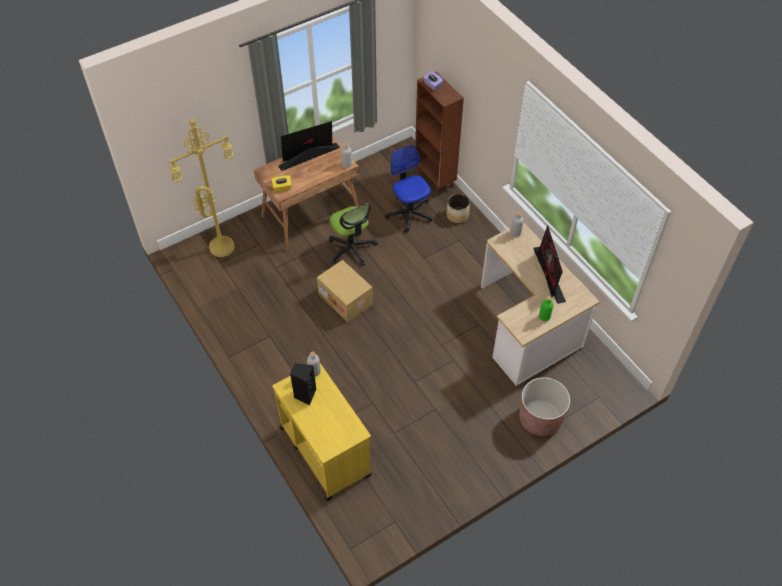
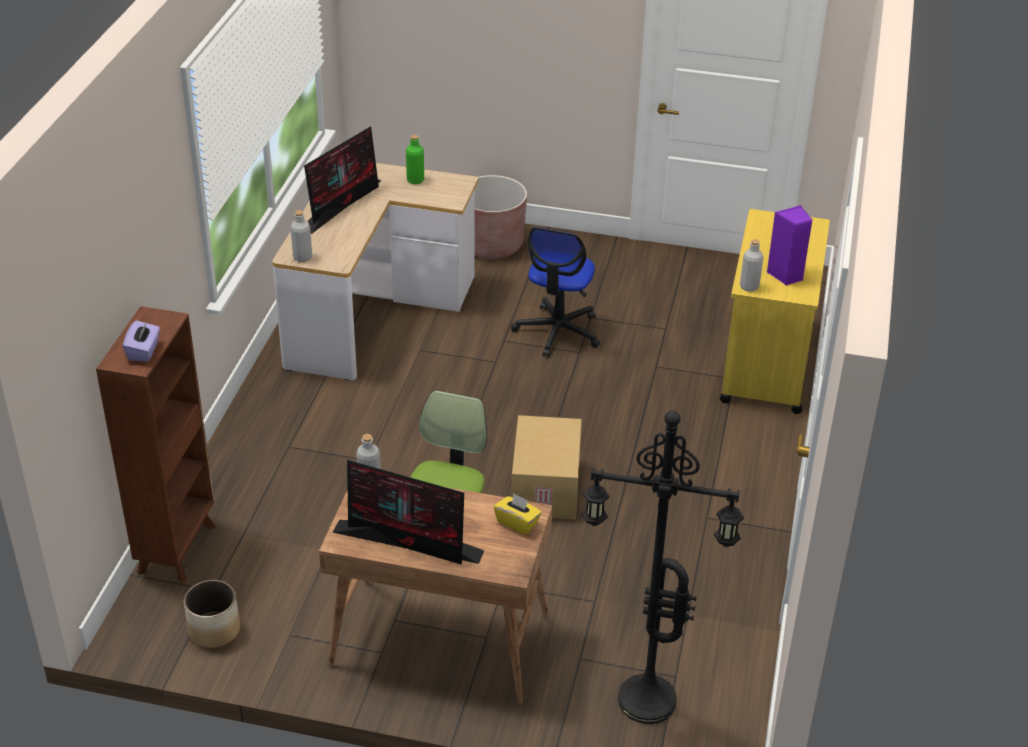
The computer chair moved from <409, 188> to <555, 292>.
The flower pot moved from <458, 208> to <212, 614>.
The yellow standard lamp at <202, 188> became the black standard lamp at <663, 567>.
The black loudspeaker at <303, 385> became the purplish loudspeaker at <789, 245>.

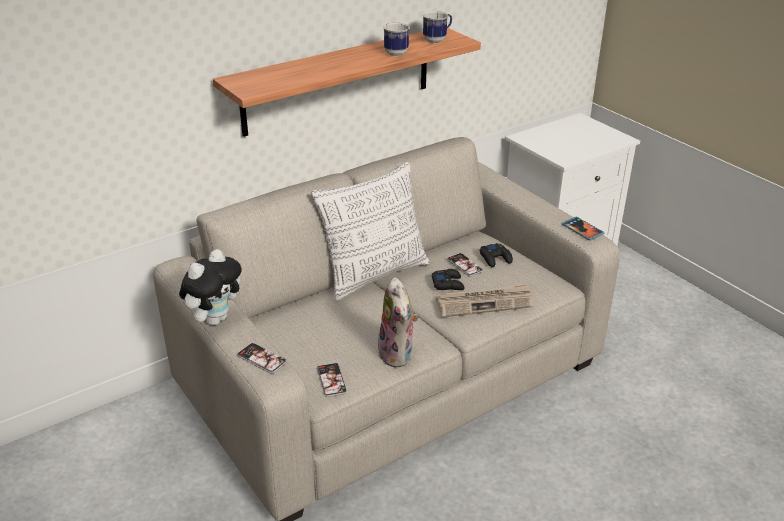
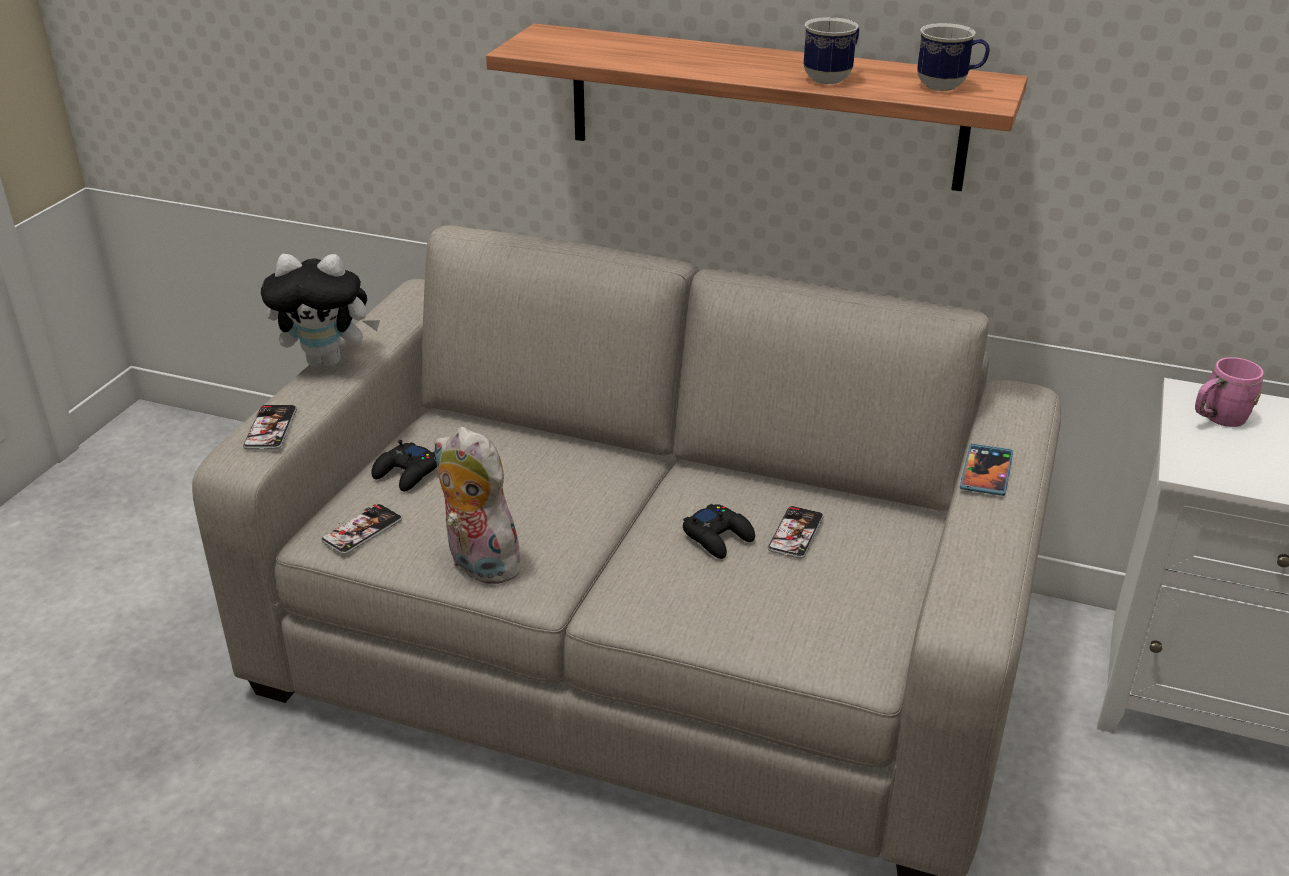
The throw pillow at <370, 232> disappeared.
The daily paper at <484, 300> disappeared.
The pink-coloured tea mug at <1229, 392> appeared.
The black game controller moved from <496, 255> to <404, 465>.
The phone moved from <583, 229> to <986, 470>.
The plush toy at <398, 322> turned 90 degrees clockwise.

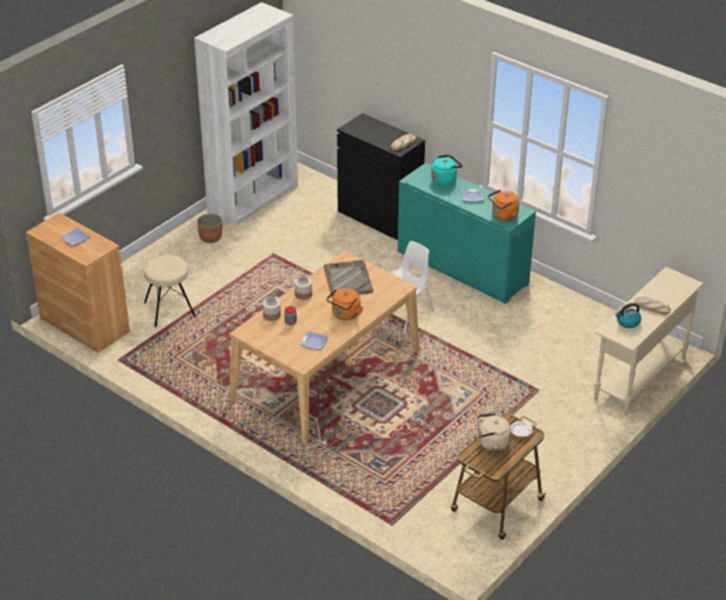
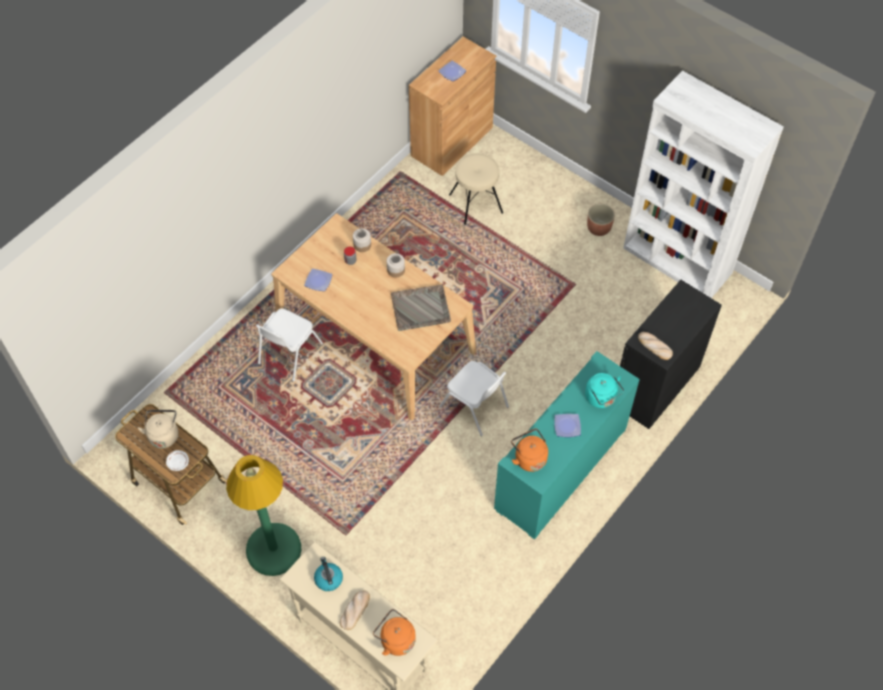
The green-coloured standard lamp at <263, 515> appeared.
The white-coloured plain chair at <289, 345> appeared.
The orangey tea kettle moved from <345, 304> to <394, 632>.

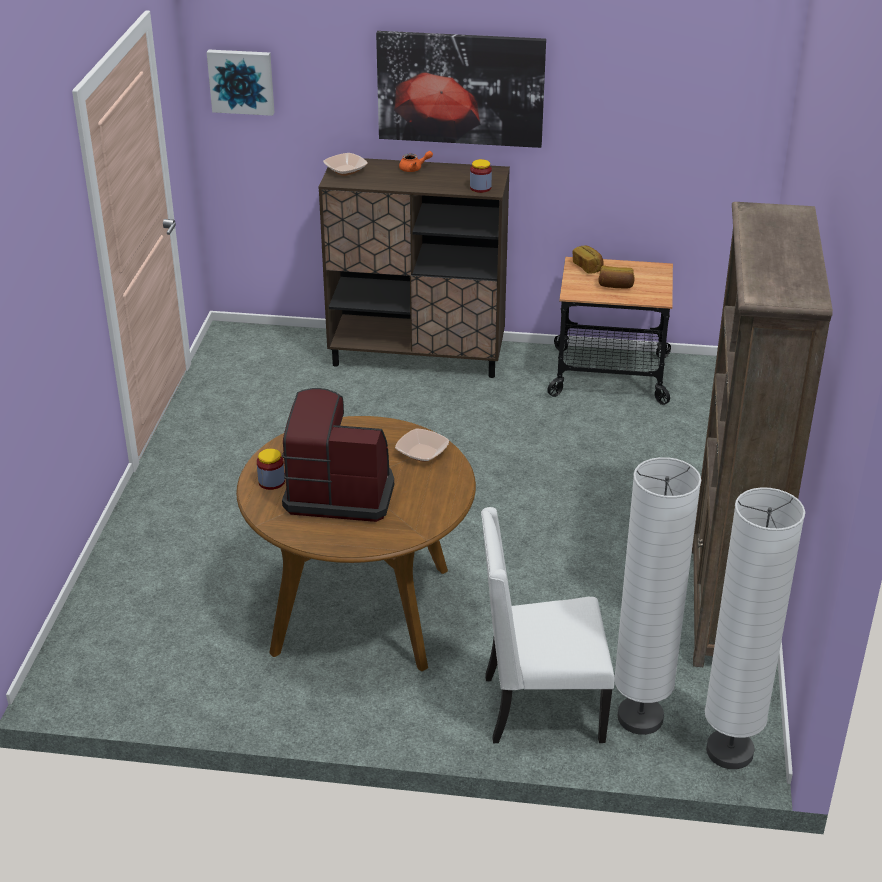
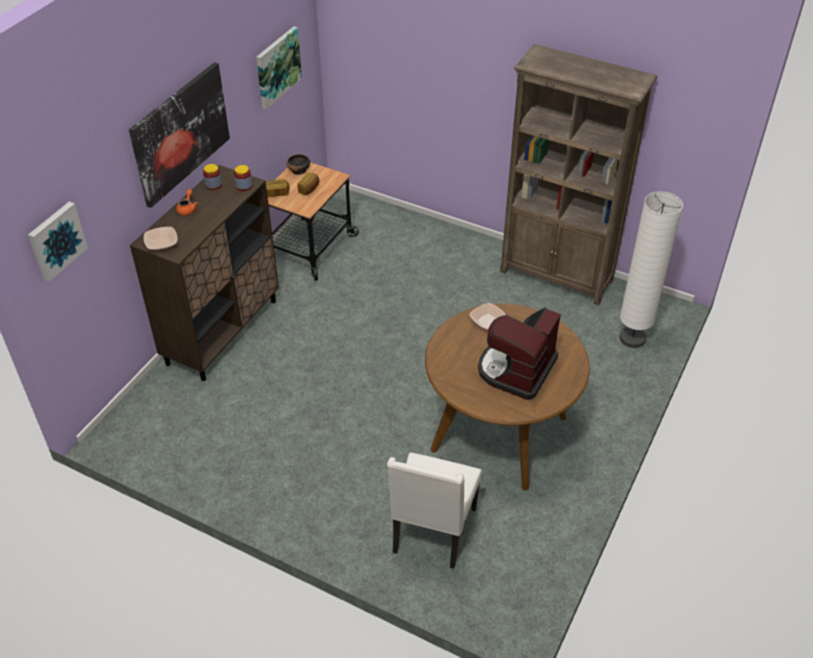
The white-coloured standard lamp at <754, 628> disappeared.
The wall picture at <279, 68> appeared.
The bowl at <298, 164> appeared.
The jar moved from <271, 469> to <212, 177>.
The white-coloured plain chair moved from <548, 625> to <434, 510>.

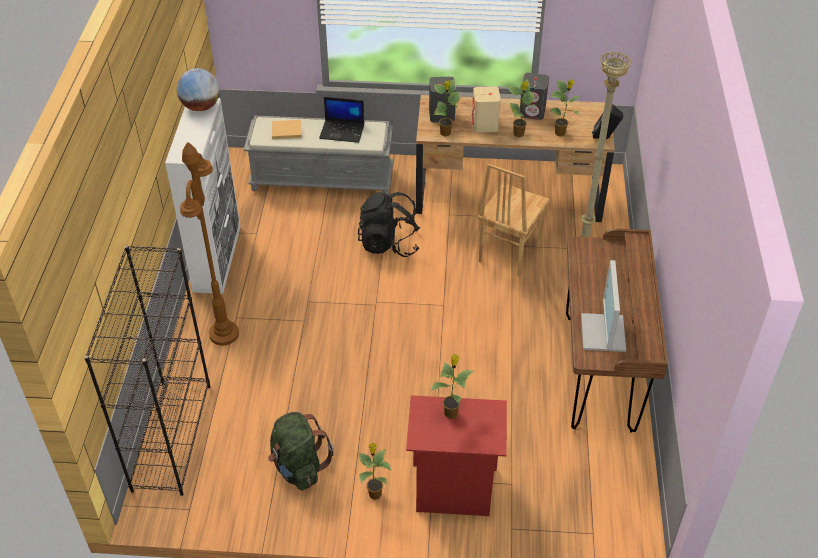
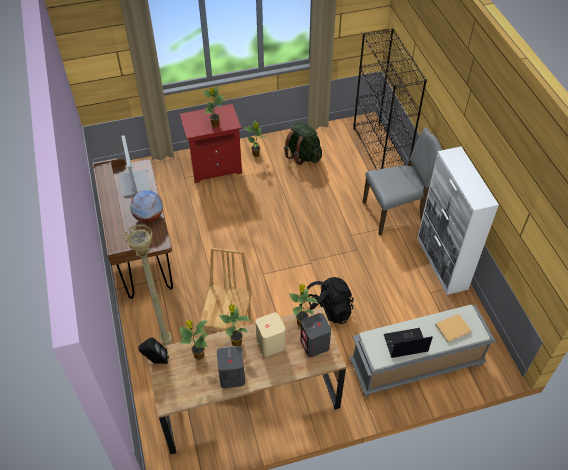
The desk globe moved from <198, 89> to <146, 206>.
The brownish standard lamp at <209, 244> was replaced by the greyish plain chair at <402, 181>.

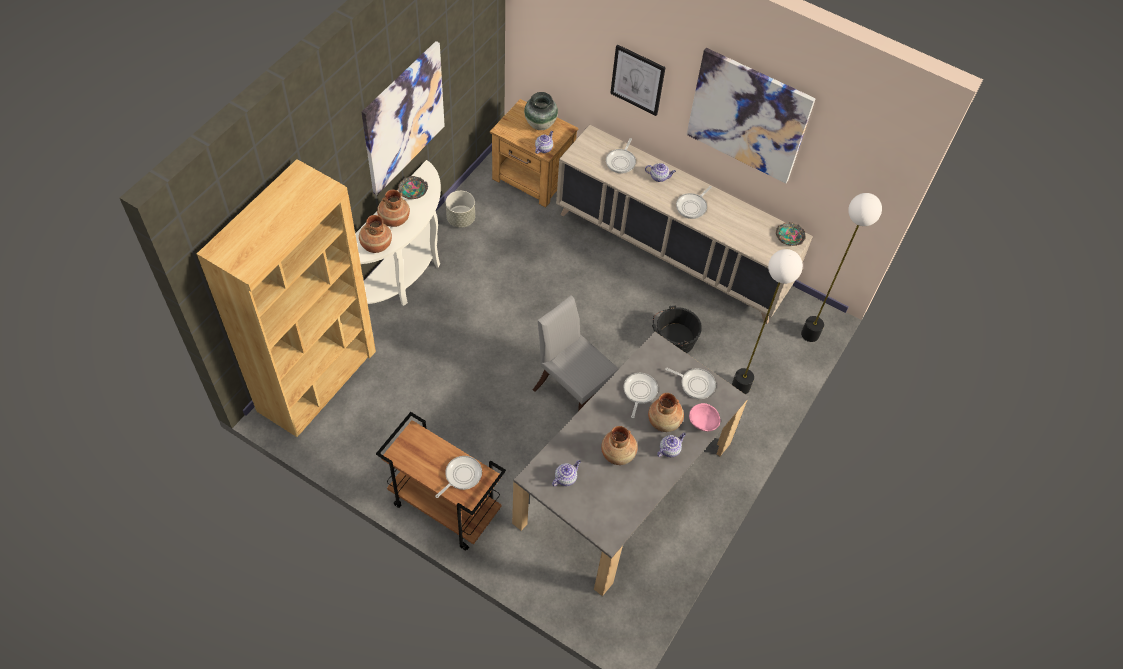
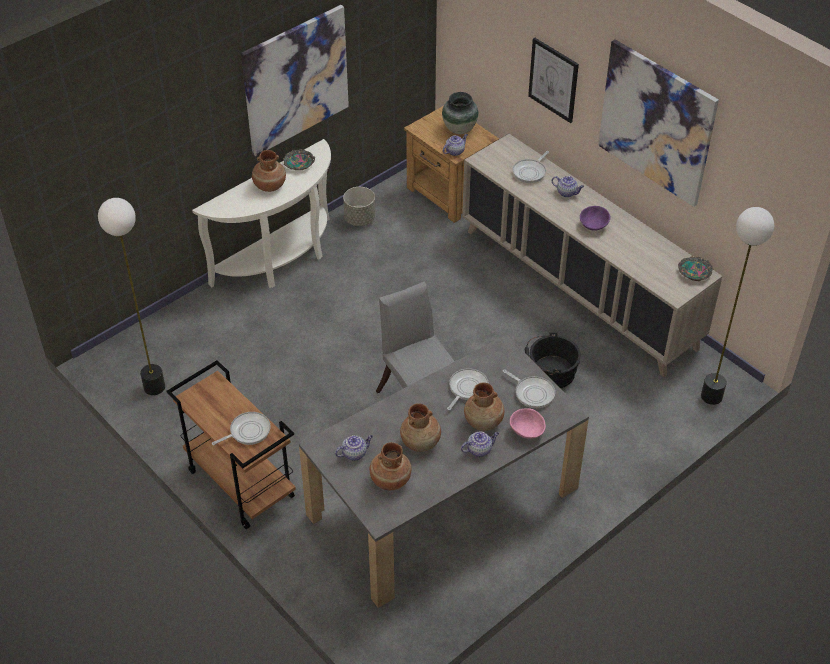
The brownish bookcase at <286, 298> disappeared.
The brownish vase moved from <375, 234> to <390, 466>.
The standard lamp moved from <767, 321> to <131, 296>.
The pan at <694, 202> was replaced by the purplish bowl at <595, 218>.

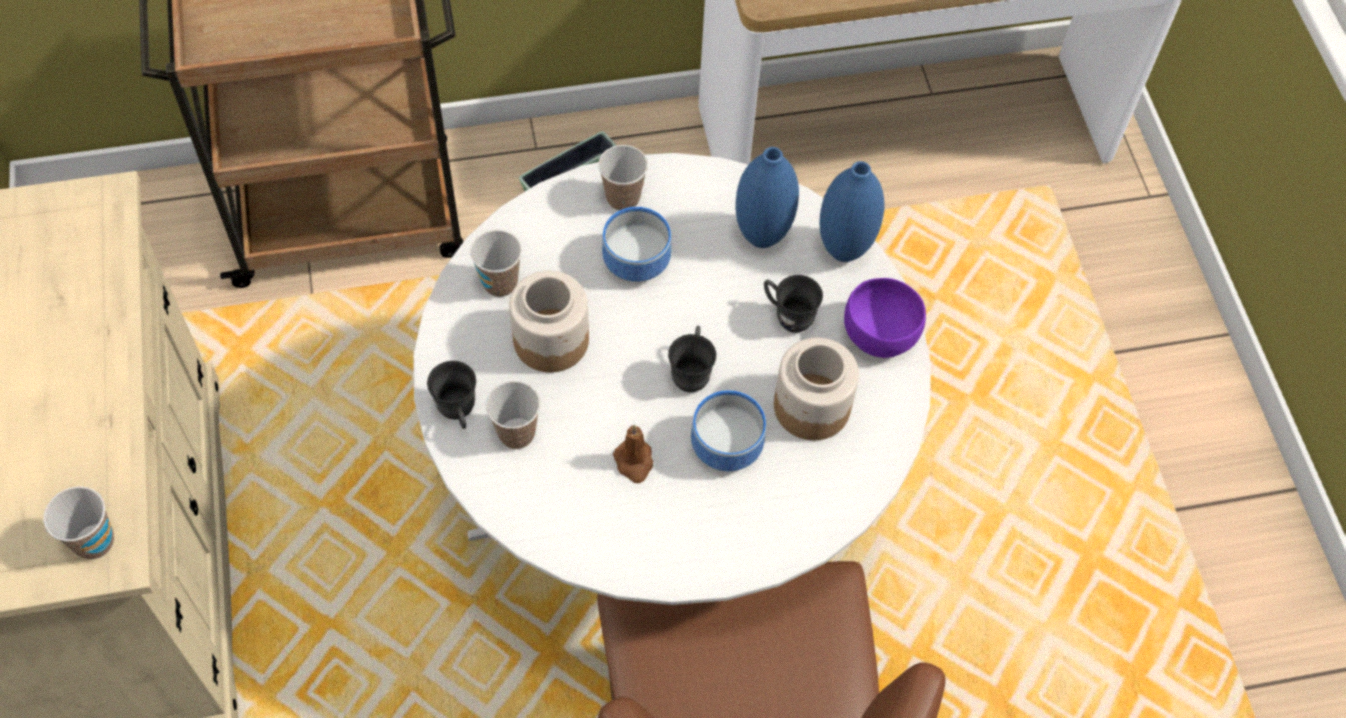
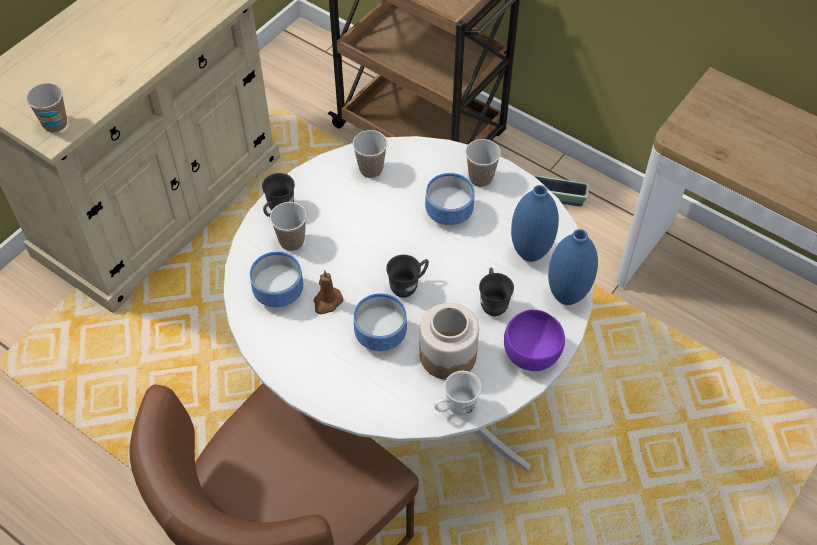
The jar at <549, 322> disappeared.
The bowl at <276, 279> appeared.
The white-coloured tea mug at <458, 393> appeared.

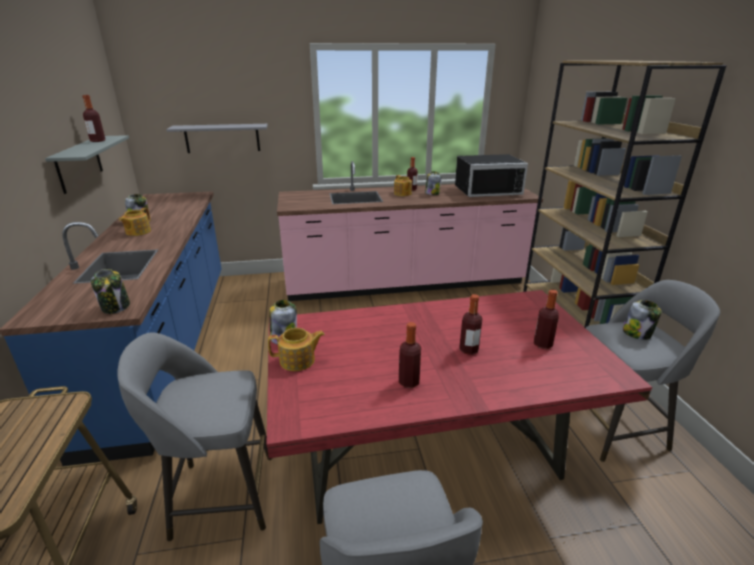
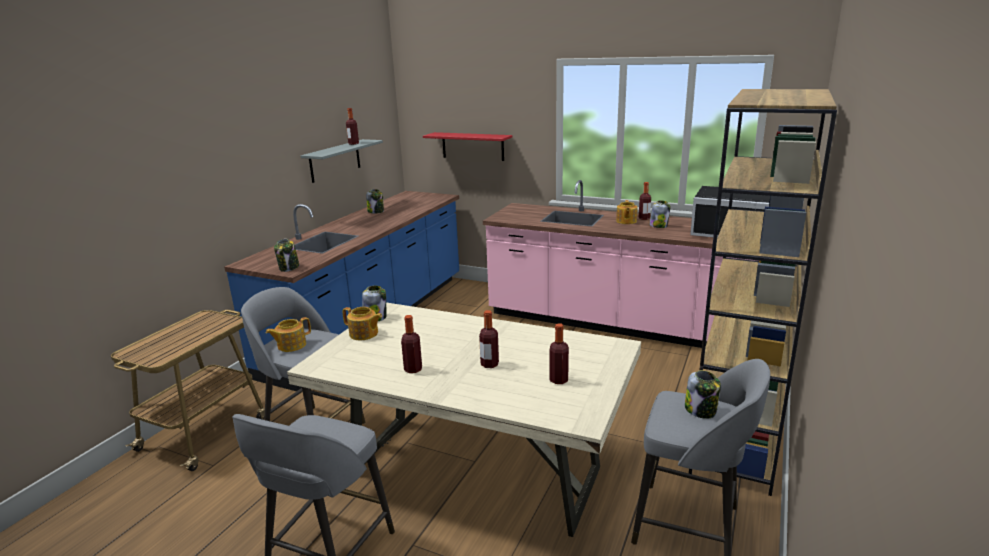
The pot for tea moved from <135, 222> to <288, 334>.
The greyish shelf at <217, 138> became the red-coloured shelf at <467, 146>.
The red-coloured dining table at <459, 407> became the sand-coloured dining table at <464, 419>.

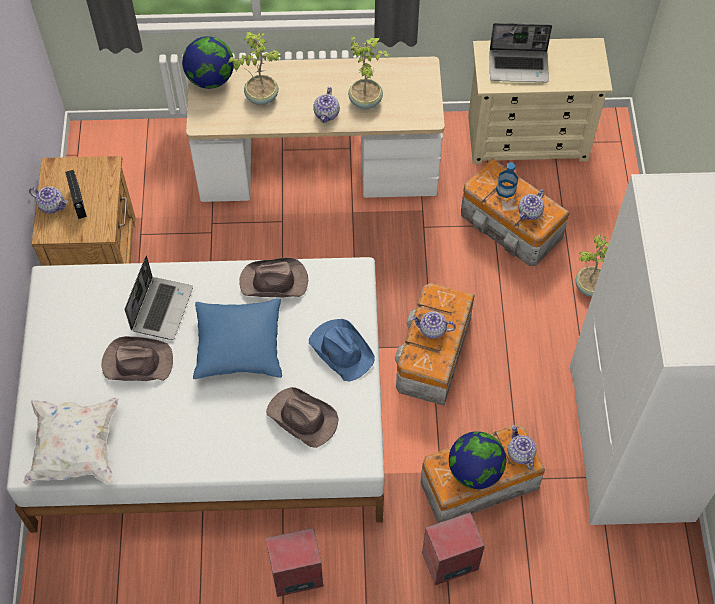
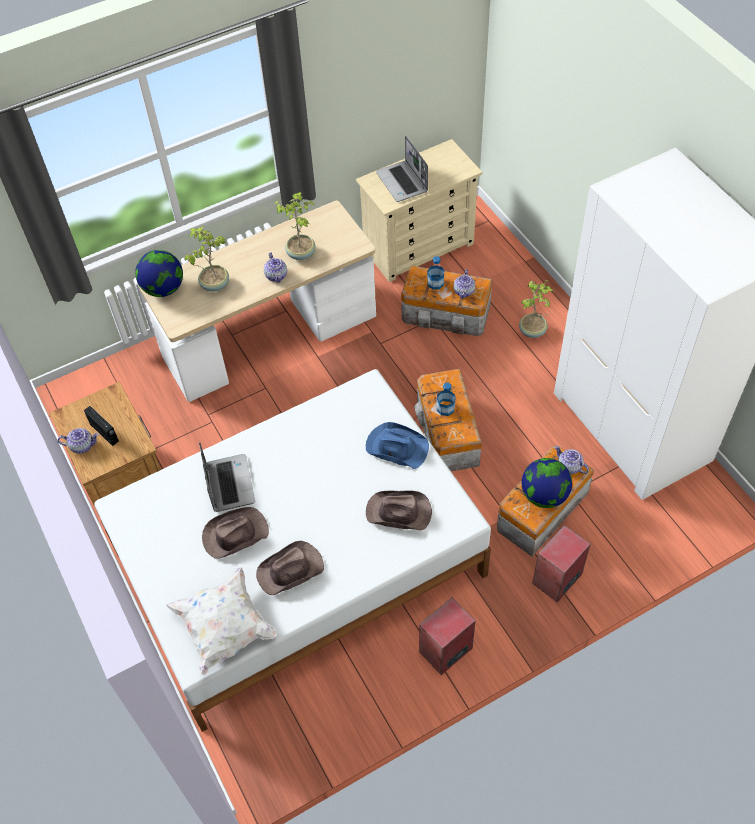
The bluish throw pillow at <237, 338> disappeared.
The brownish hat moved from <273, 277> to <290, 568>.
The pot for tea at <433, 325> was replaced by the bottle at <446, 399>.
The portable computer at <520, 53> turned 90 degrees clockwise.

